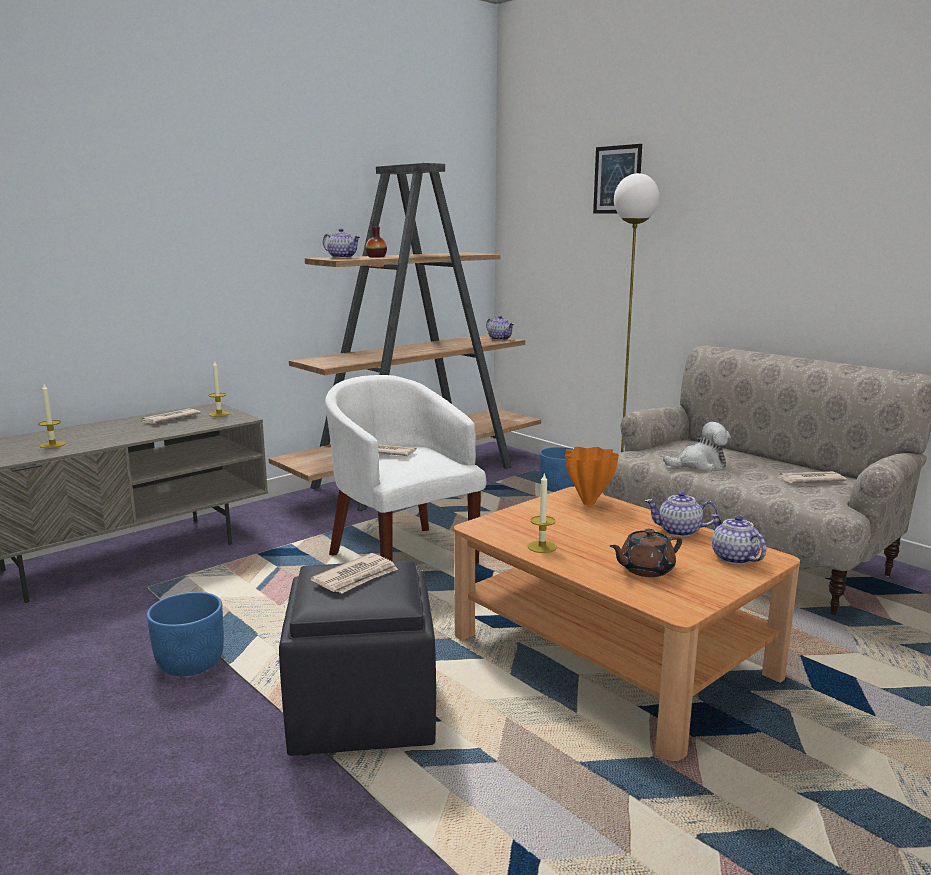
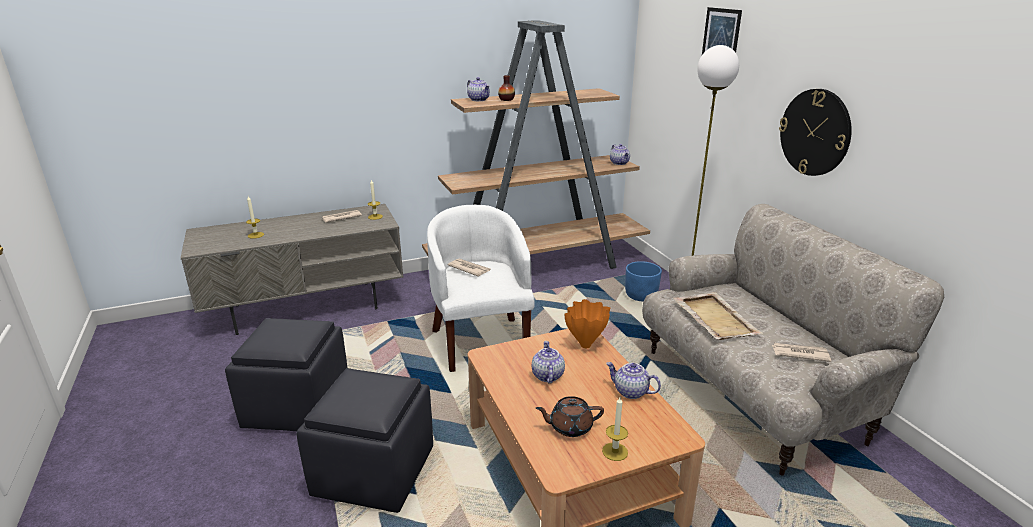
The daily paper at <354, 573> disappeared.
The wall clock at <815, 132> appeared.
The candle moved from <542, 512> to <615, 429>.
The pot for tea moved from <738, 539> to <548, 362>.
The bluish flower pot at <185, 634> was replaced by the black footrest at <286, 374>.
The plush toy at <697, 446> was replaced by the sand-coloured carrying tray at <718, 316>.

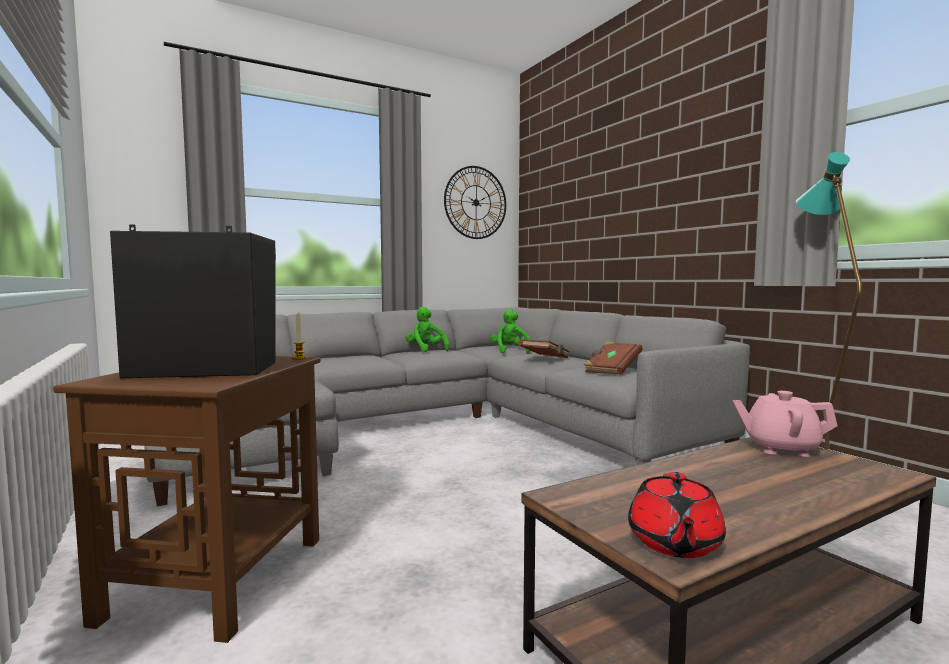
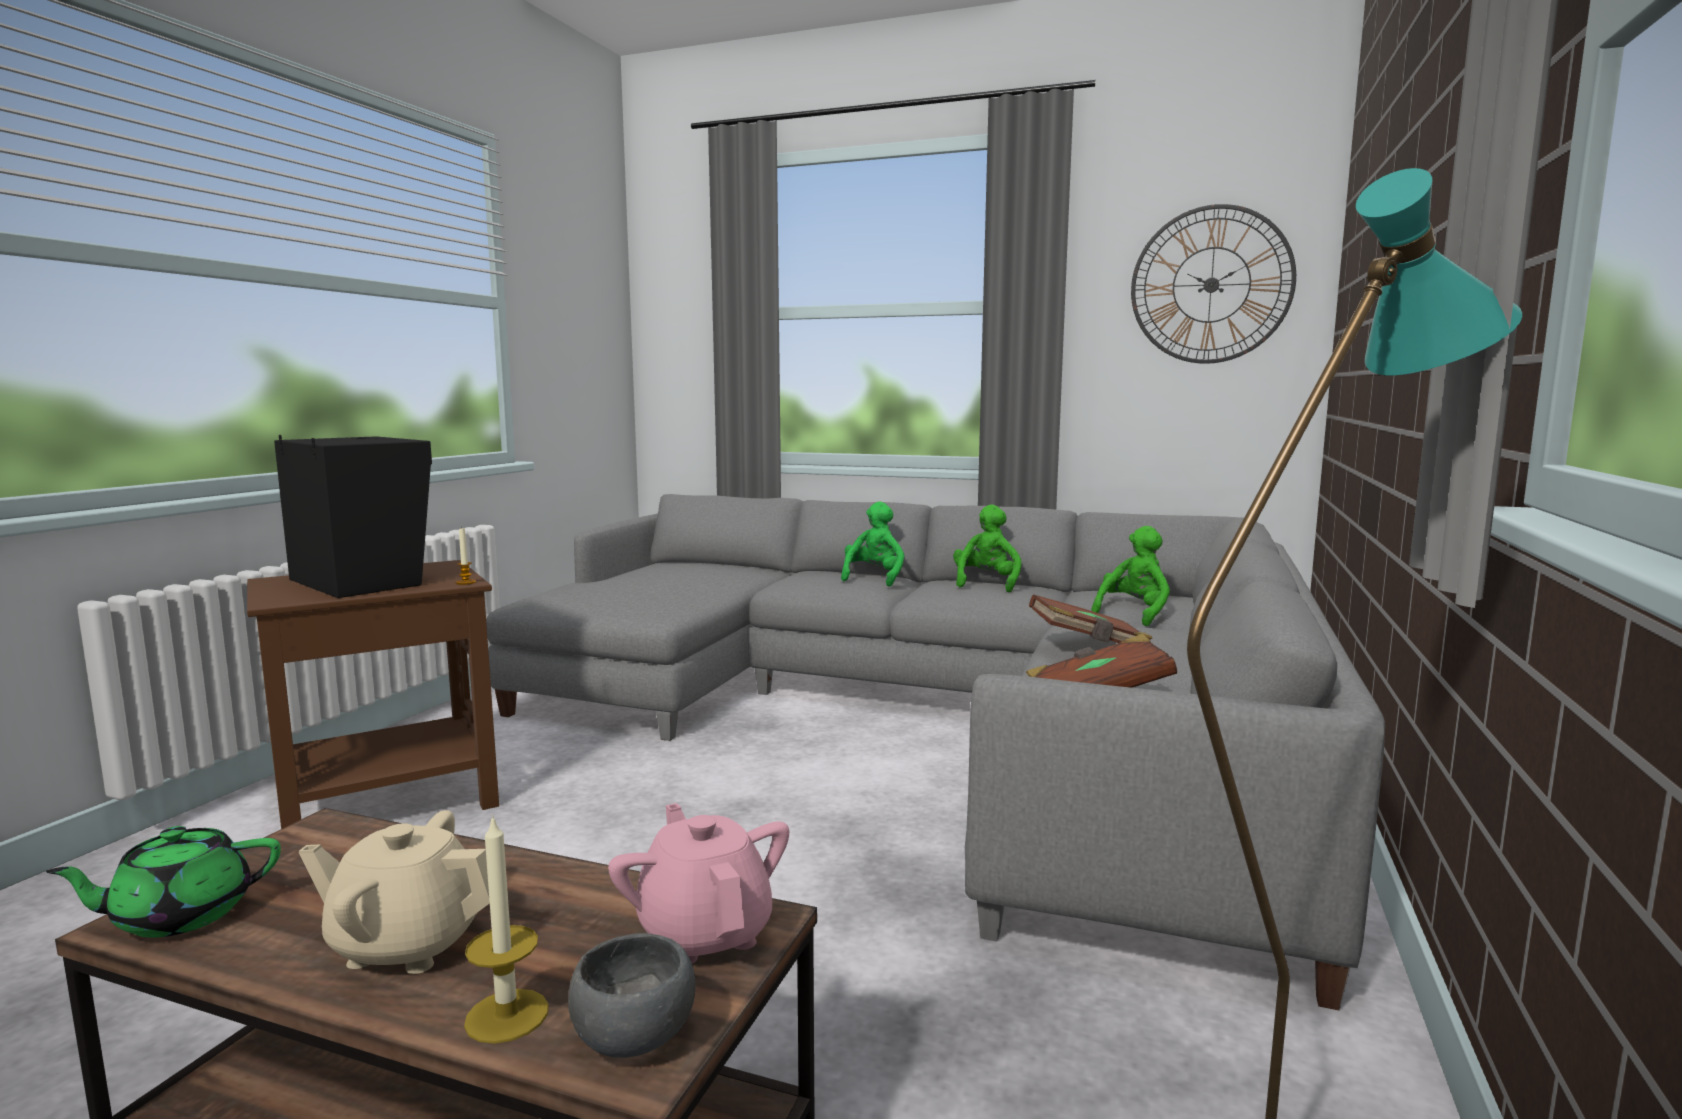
The sand-coloured pot for tea at <394, 892> appeared.
The candle at <506, 929> appeared.
The greyish bowl at <632, 995> appeared.
The green-coloured plush toy at <873, 544> appeared.
The red-coloured pot for tea at <677, 515> became the green-coloured pot for tea at <163, 882>.

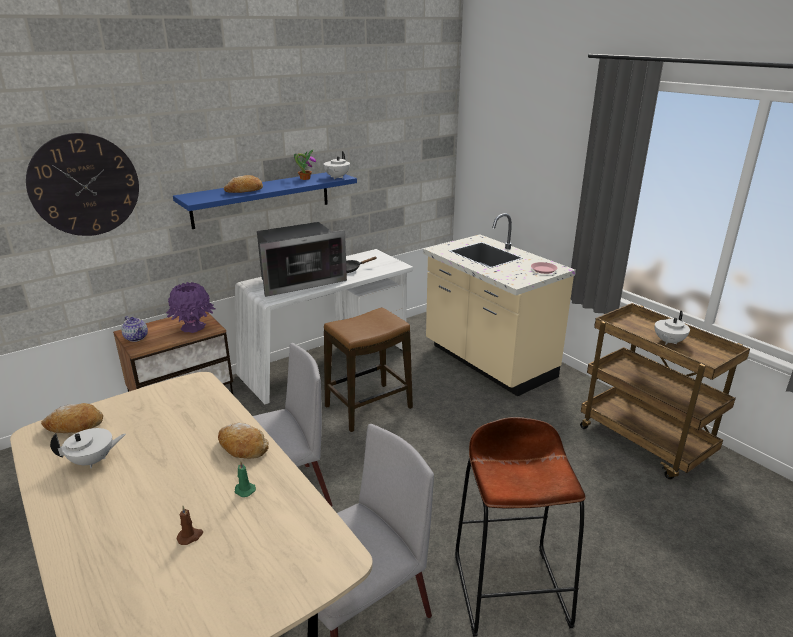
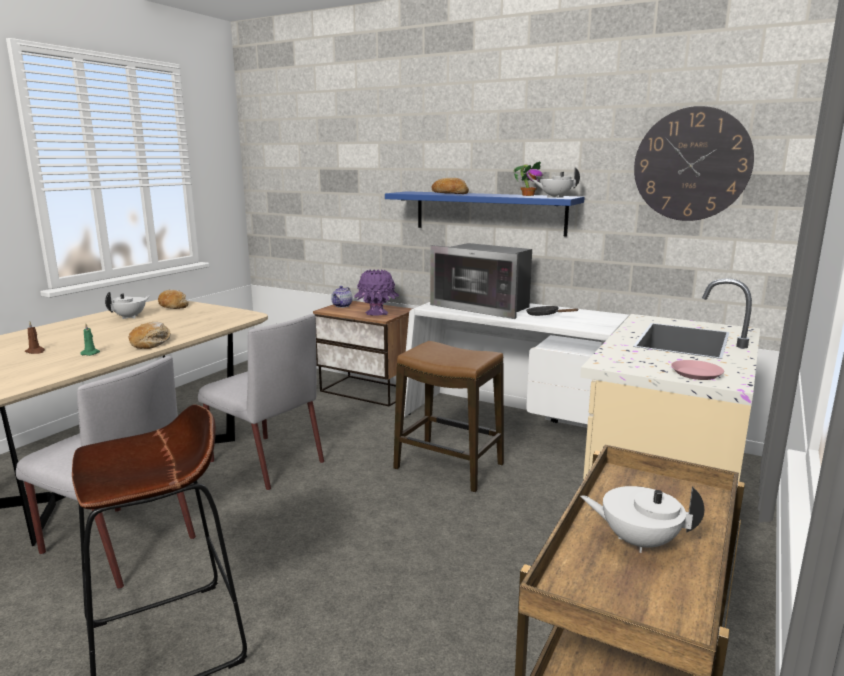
The wall clock moved from <82, 184> to <694, 163>.
The white-coloured pot for tea at <88, 448> turned 105 degrees counterclockwise.

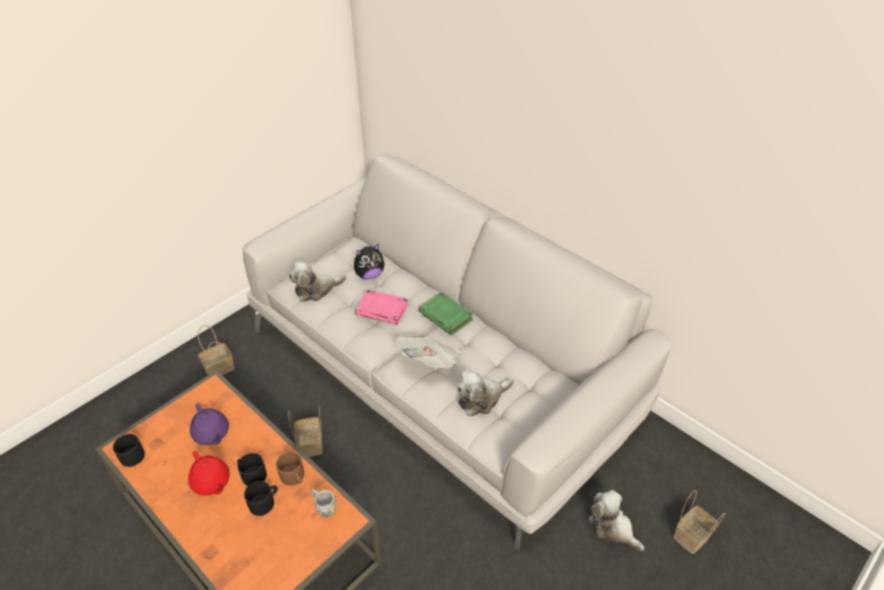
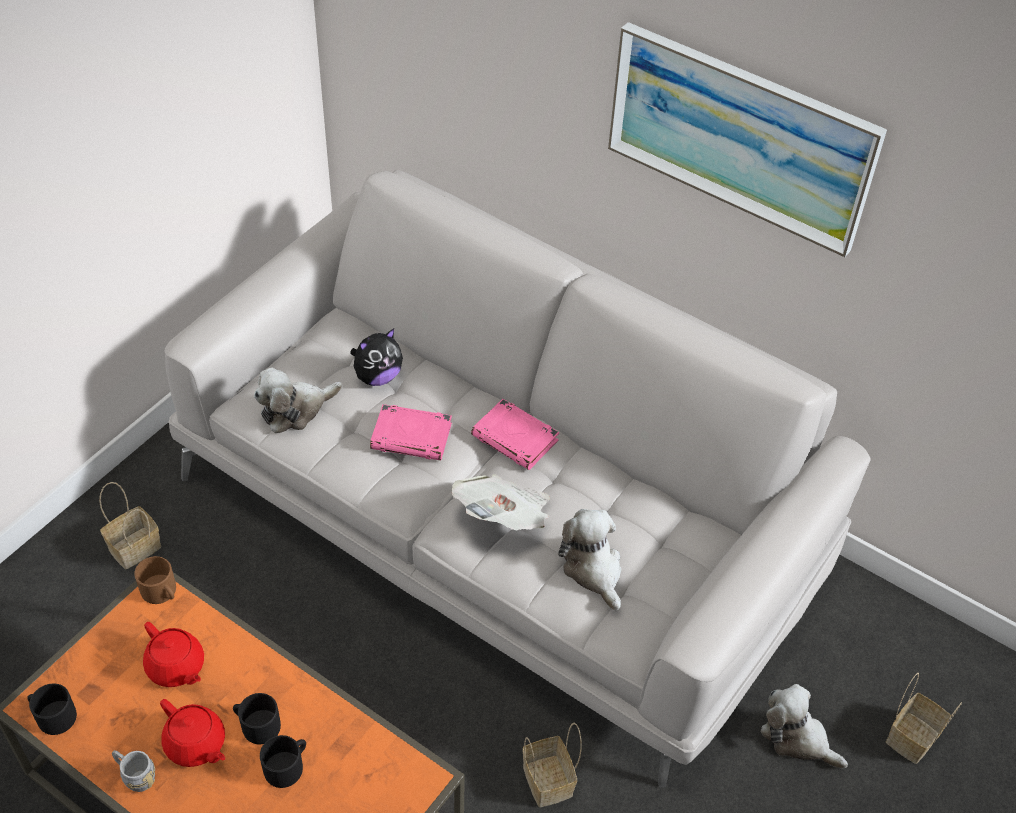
The wall picture at <747, 139> appeared.
The brownish tea mug moved from <290, 469> to <155, 580>.
The basket moved from <305, 432> to <552, 765>.
The greyish tea mug moved from <324, 503> to <133, 771>.
The purplish pot for tea at <209, 424> became the red-coloured pot for tea at <173, 654>.
The green-coloured book at <446, 314> became the pink-coloured book at <515, 434>.
The plush toy at <485, 392> turned 105 degrees clockwise.

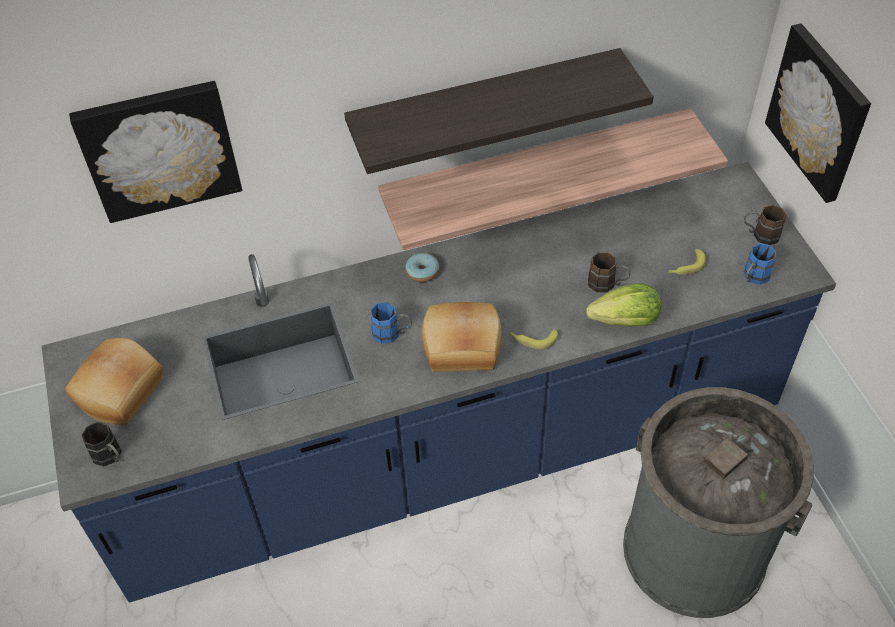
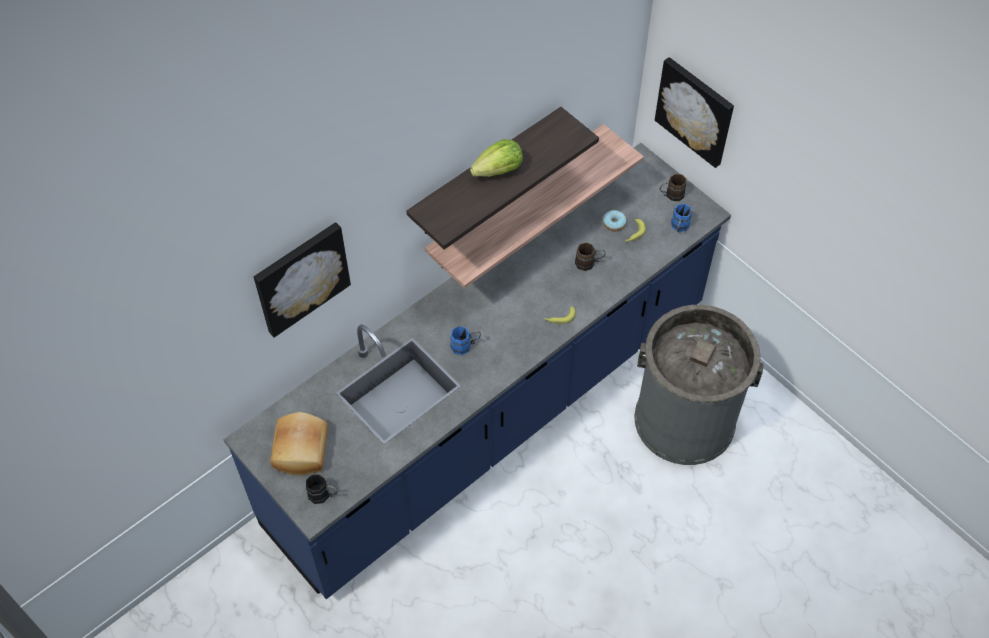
The bread at <462, 337> disappeared.
The doughnut moved from <422, 268> to <614, 220>.
The lettuce head moved from <623, 305> to <496, 158>.

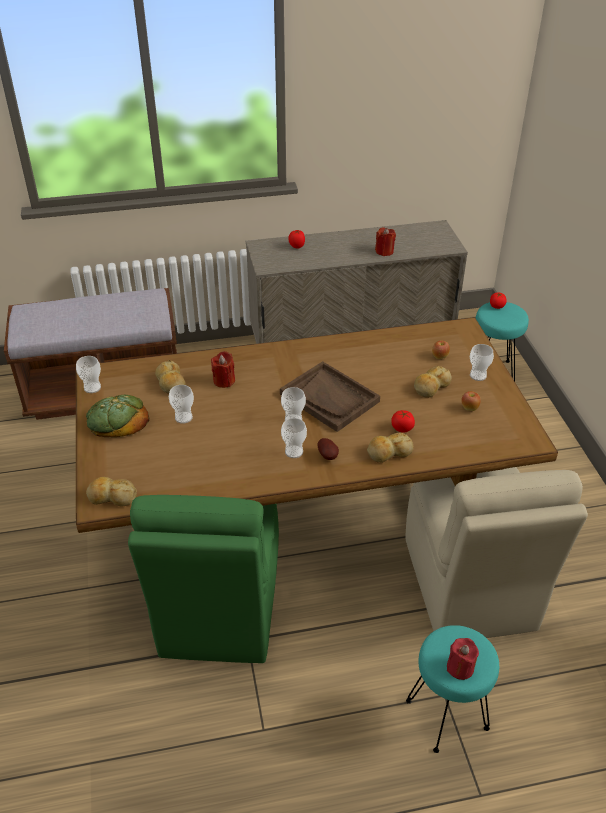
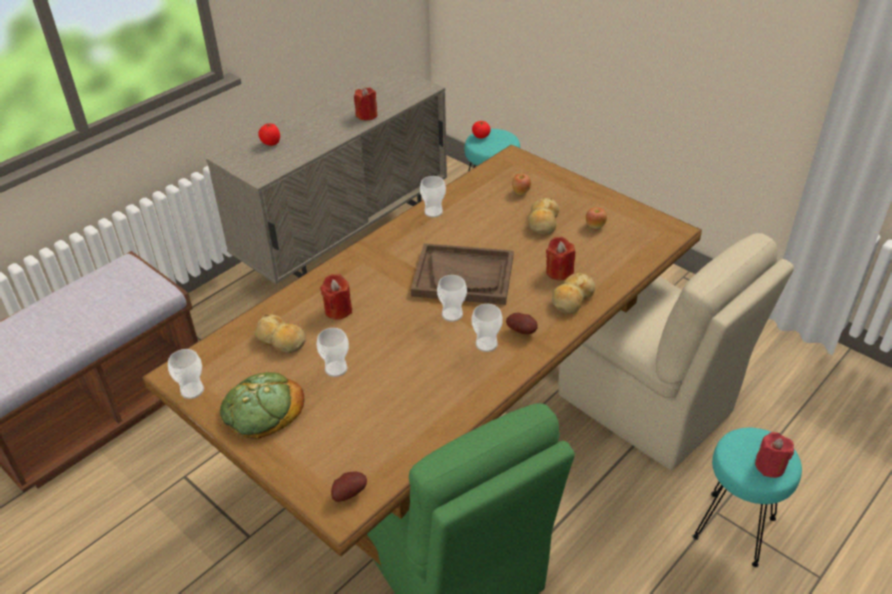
The drinking cup moved from <482, 362> to <433, 196>.
The bread at <111, 491> was replaced by the potato at <349, 486>.
The whole tomato at <403, 421> was replaced by the red-coloured candle at <560, 258>.

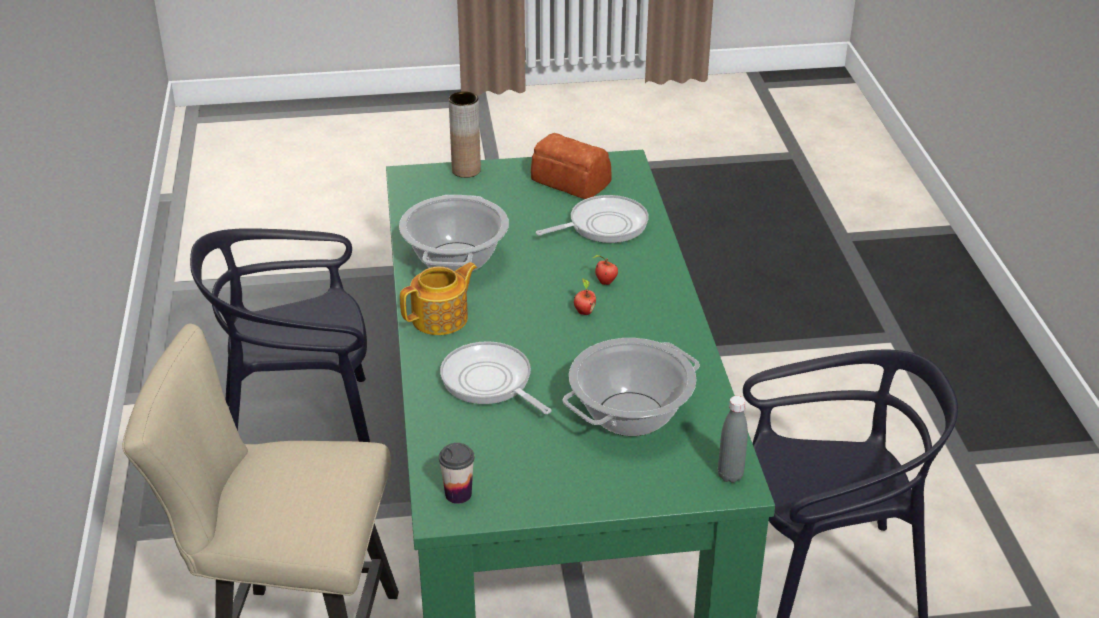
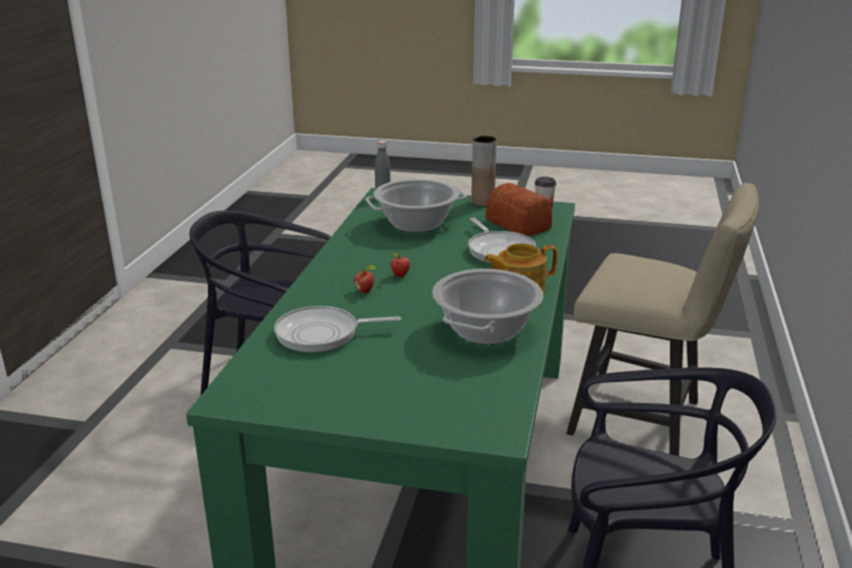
The brownish vase moved from <465, 134> to <484, 171>.
The bread moved from <571, 166> to <519, 209>.

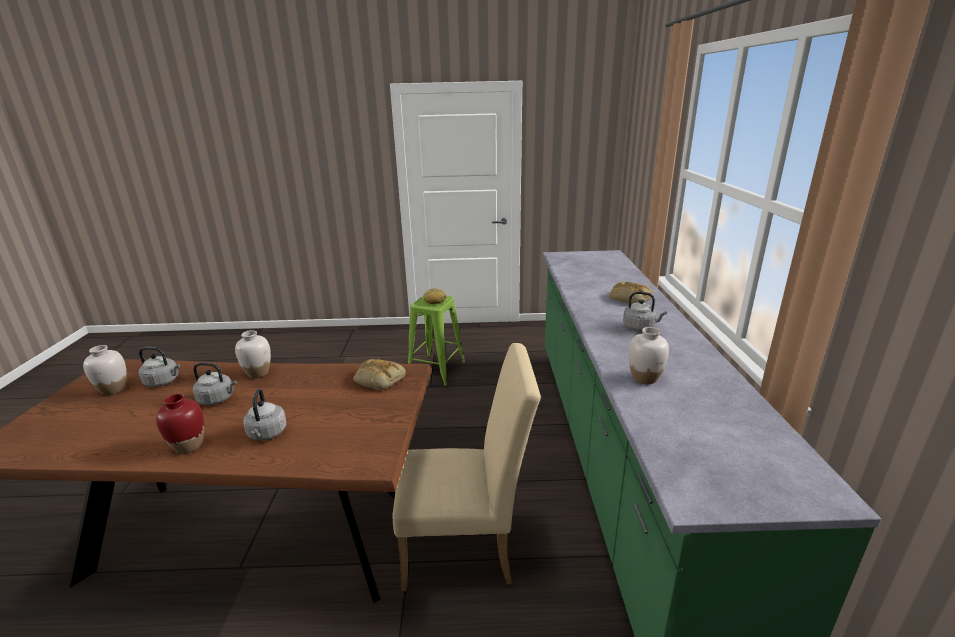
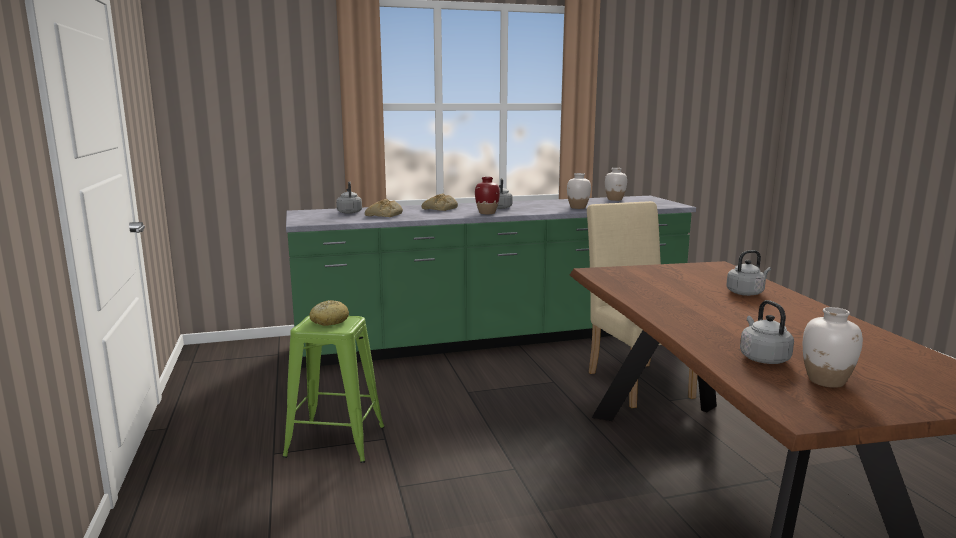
The red-coloured vase moved from <180, 424> to <487, 195>.
The greyish tea kettle moved from <215, 383> to <349, 197>.
The white-coloured vase moved from <253, 354> to <616, 184>.
The bread moved from <379, 375> to <384, 208>.

